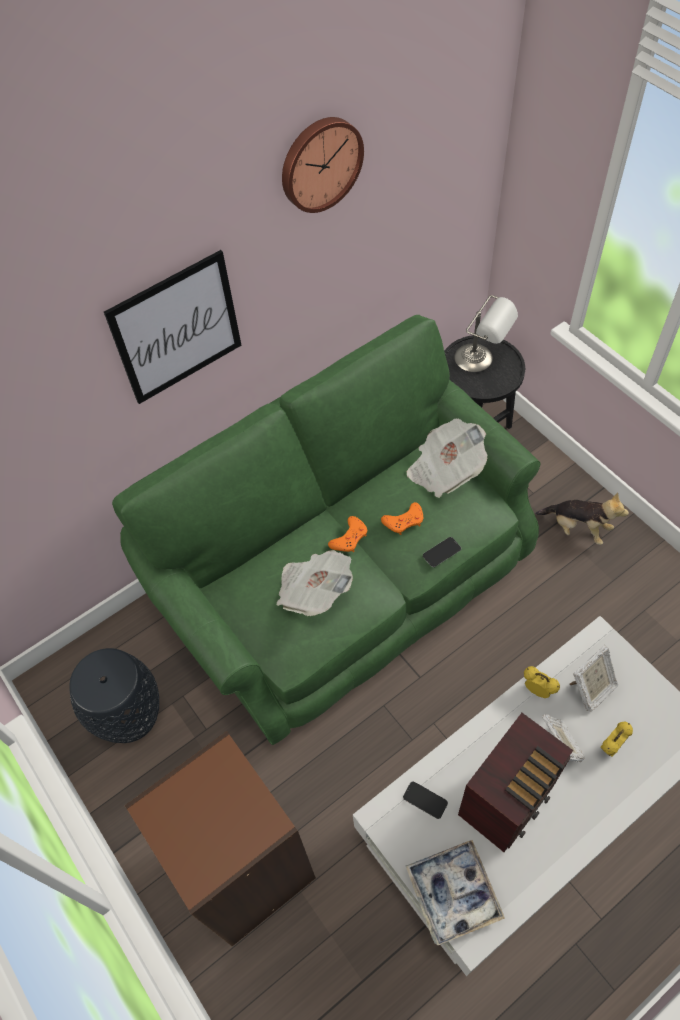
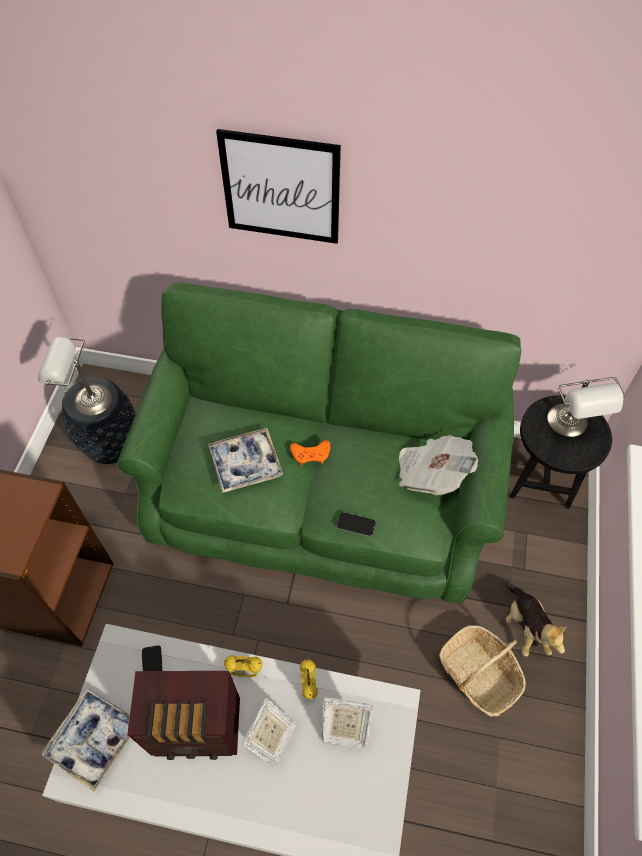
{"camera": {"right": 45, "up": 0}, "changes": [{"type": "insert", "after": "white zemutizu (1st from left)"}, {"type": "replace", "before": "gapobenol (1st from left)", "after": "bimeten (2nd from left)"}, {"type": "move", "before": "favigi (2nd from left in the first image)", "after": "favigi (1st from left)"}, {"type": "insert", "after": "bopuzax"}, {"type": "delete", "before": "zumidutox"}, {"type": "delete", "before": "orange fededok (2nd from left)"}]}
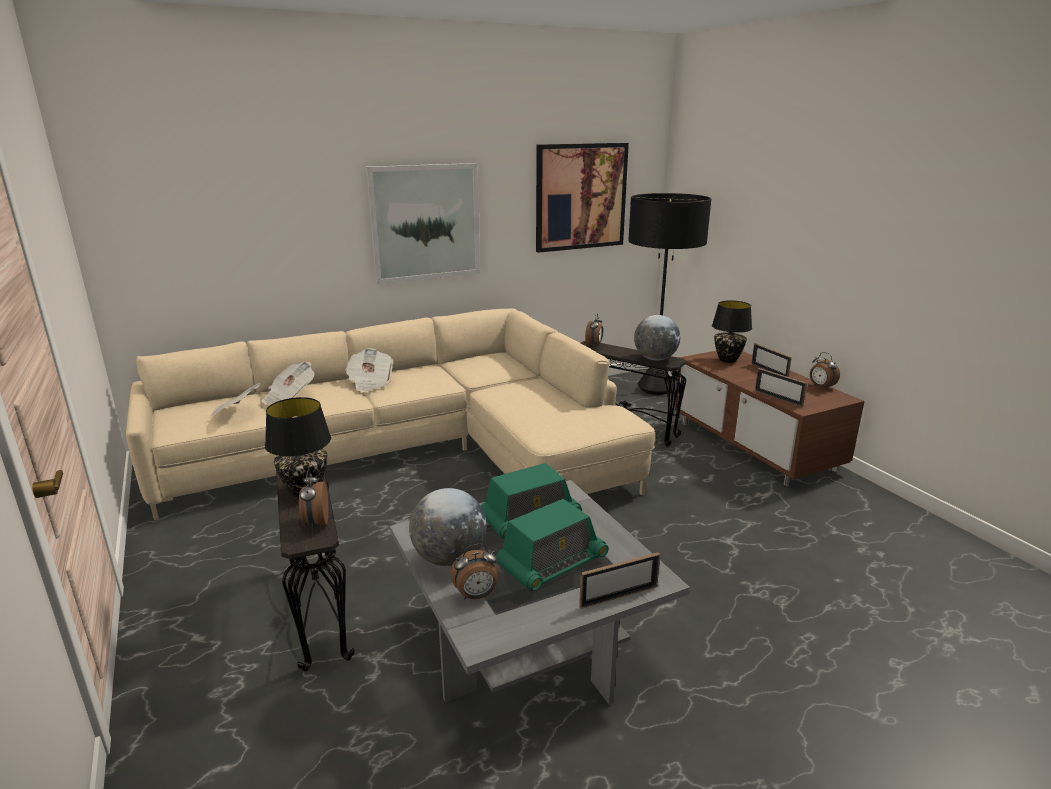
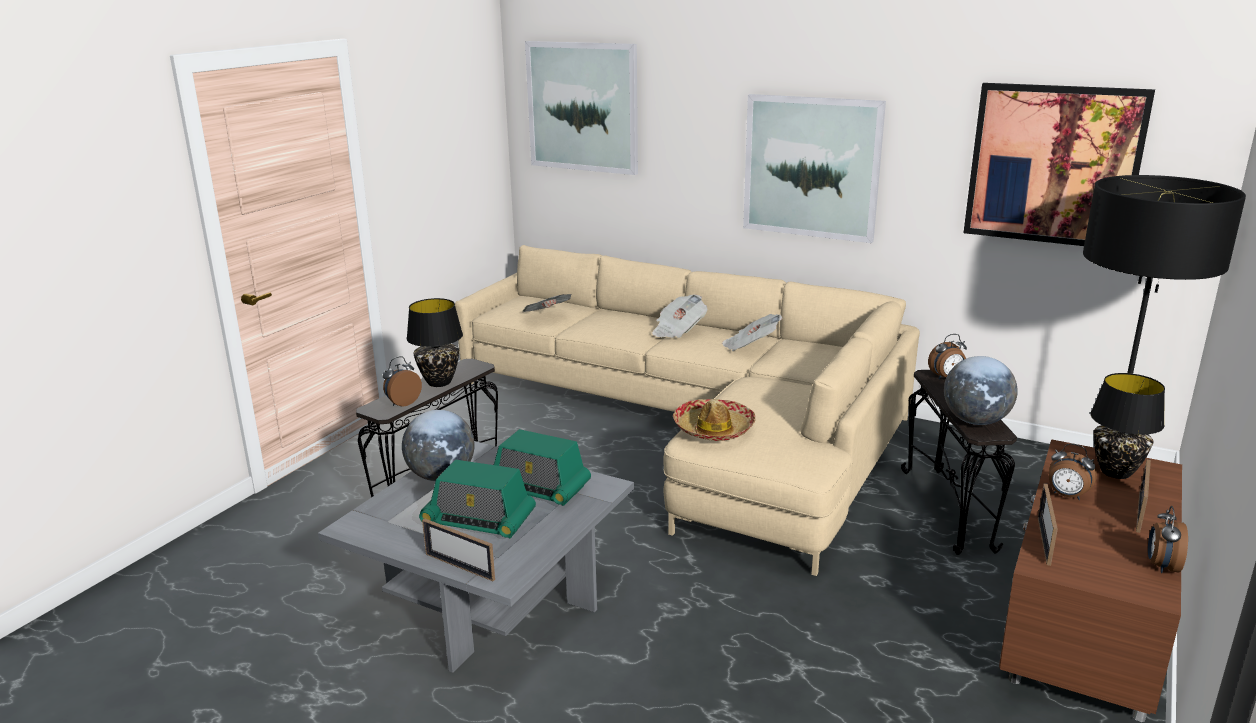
{"camera": {"right": 55, "up": 0}, "changes": [{"type": "insert", "after": "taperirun (1st from left)"}, {"type": "insert", "after": "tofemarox"}, {"type": "move", "before": "gapobenol (2nd from left in the first image)", "after": "gapobenol (3rd from left)"}, {"type": "move", "before": "favigi (2nd from left in the first image)", "after": "favigi (3rd from left)"}]}
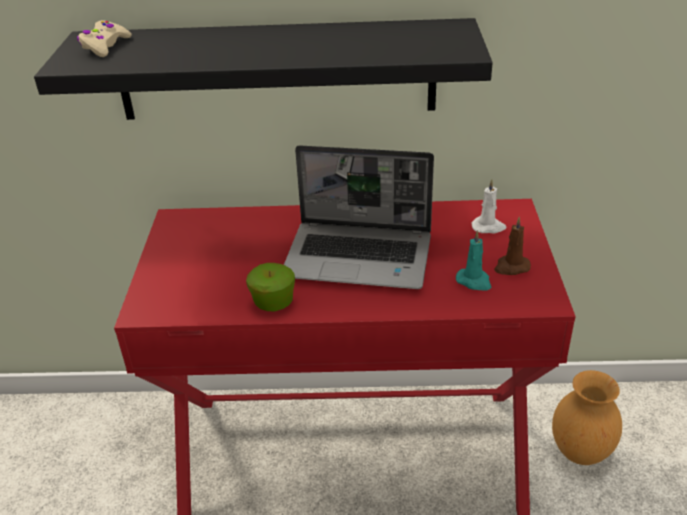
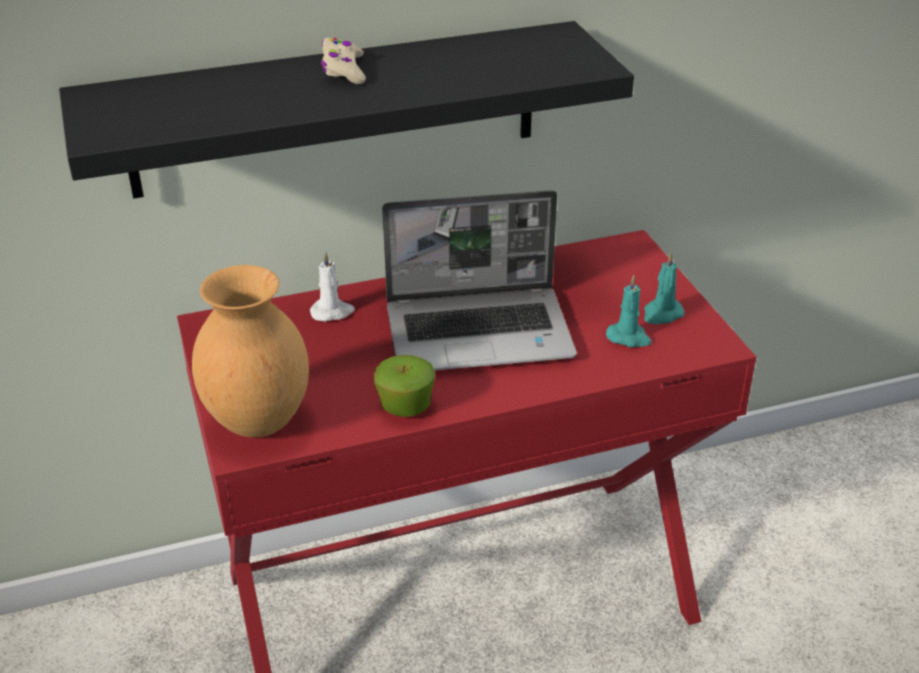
{"camera": {"right": -20, "up": 0}, "changes": [{"type": "move", "before": "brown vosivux"}, {"type": "move", "before": "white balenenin"}, {"type": "move", "before": "beige fededok"}, {"type": "recolor", "before": "brown balenenin", "after": "turquoise balenenin (2nd from left)"}]}
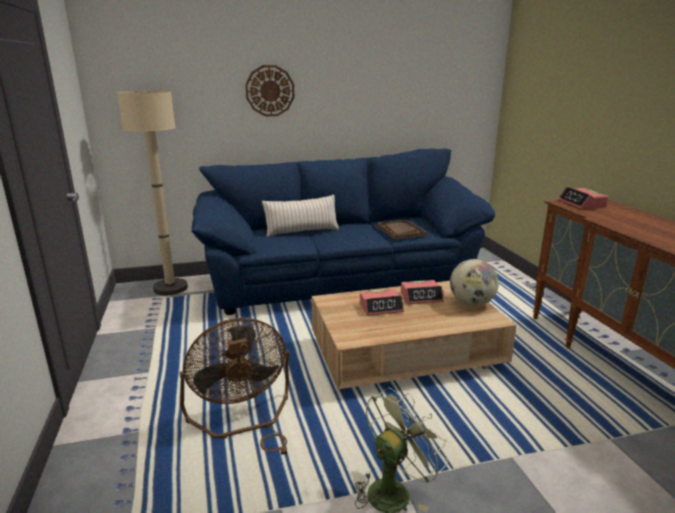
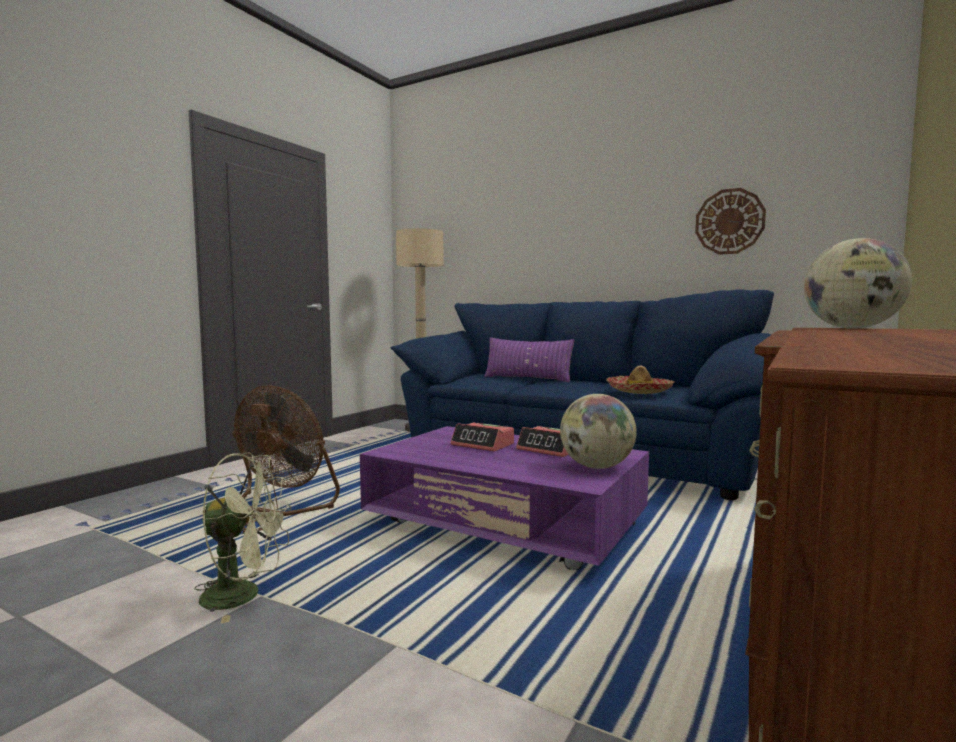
{"camera": {"right": 45, "up": -15}, "changes": [{"type": "recolor", "before": "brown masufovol", "after": "purple masufovol"}, {"type": "recolor", "before": "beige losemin", "after": "purple losemin"}, {"type": "replace", "before": "brown bimeten", "after": "tofemarox"}, {"type": "move", "before": "zumidutox"}, {"type": "replace", "before": "favigi (3rd from left)", "after": "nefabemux (2nd from left)"}]}
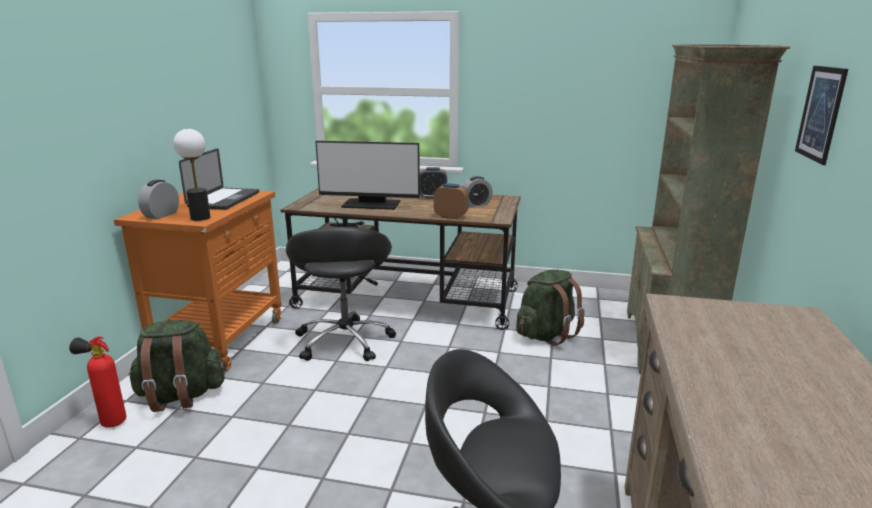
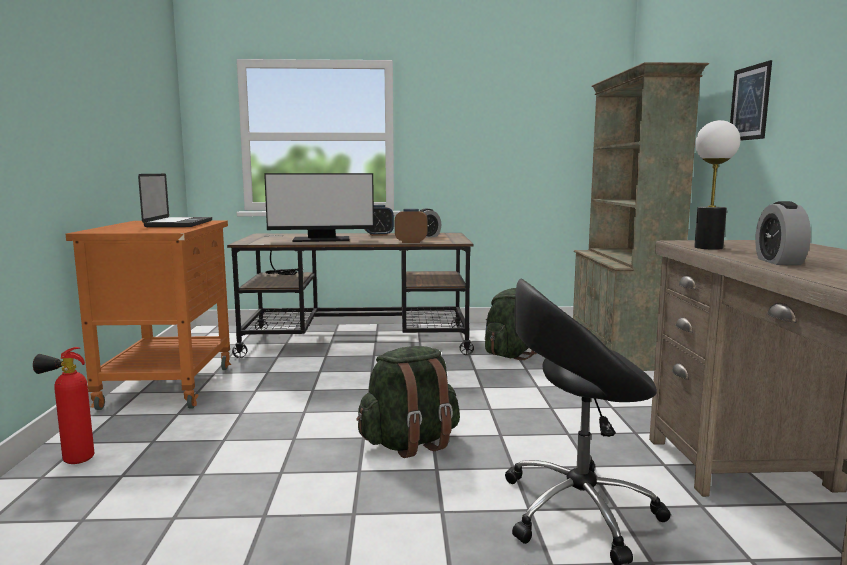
{"camera": {"right": -15, "up": -10}, "changes": [{"type": "move", "before": "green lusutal (1st from left)"}, {"type": "move", "before": "zemutizu"}, {"type": "move", "before": "favigi (1st from left in the first image)", "after": "favigi (4th from left)"}, {"type": "delete", "before": "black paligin (1st from left)"}]}
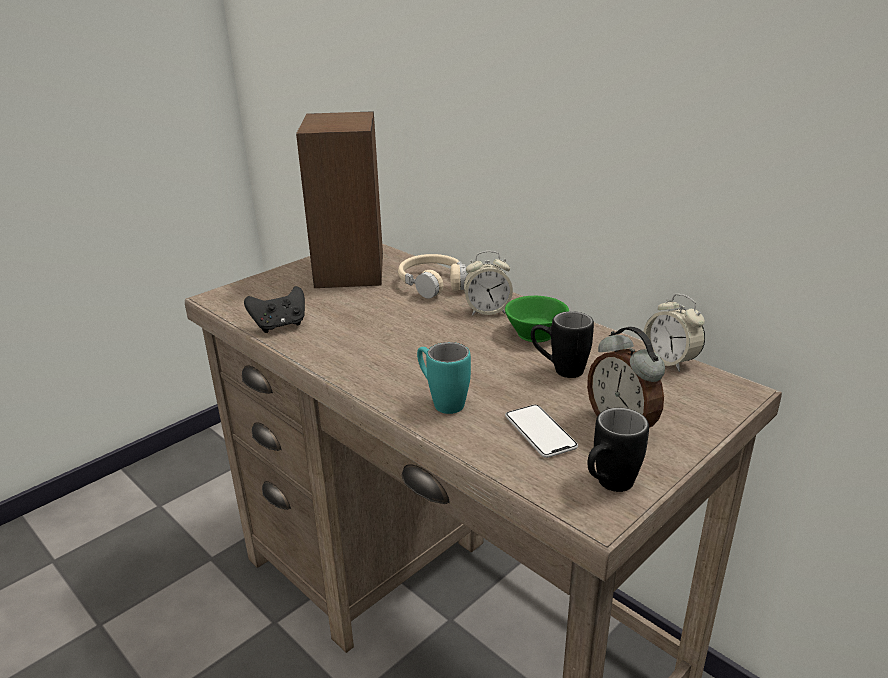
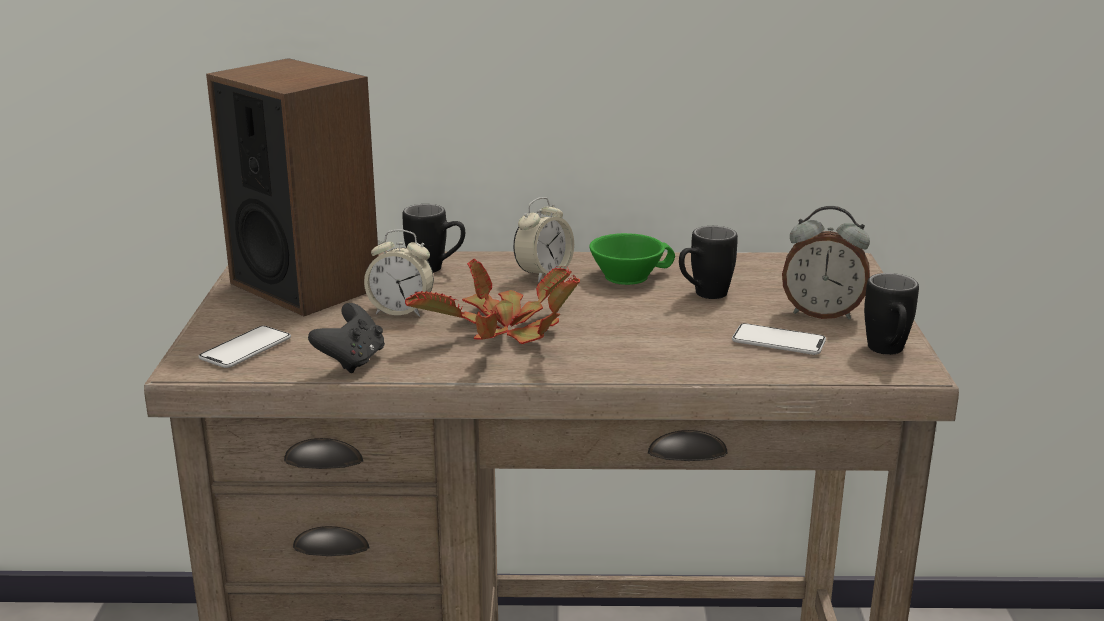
{"camera": {"right": -45, "up": -5}, "changes": [{"type": "insert", "after": "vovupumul (1st from left)"}, {"type": "move", "before": "favigi (3rd from left in the first image)", "after": "favigi (1st from left)"}, {"type": "replace", "before": "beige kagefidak", "after": "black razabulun (1st from left)"}, {"type": "insert", "after": "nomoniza"}, {"type": "delete", "before": "turquoise razabulun"}]}
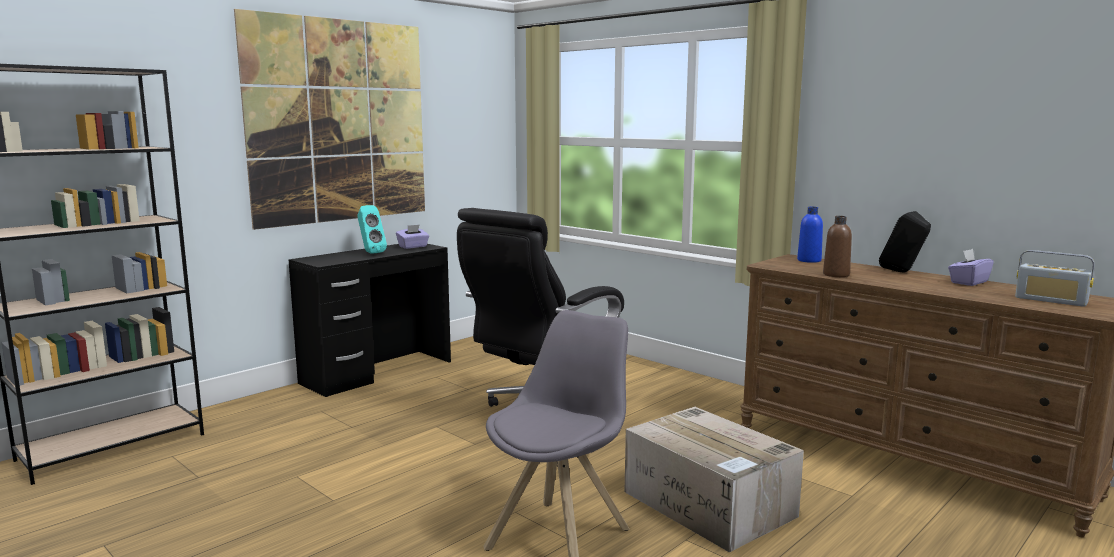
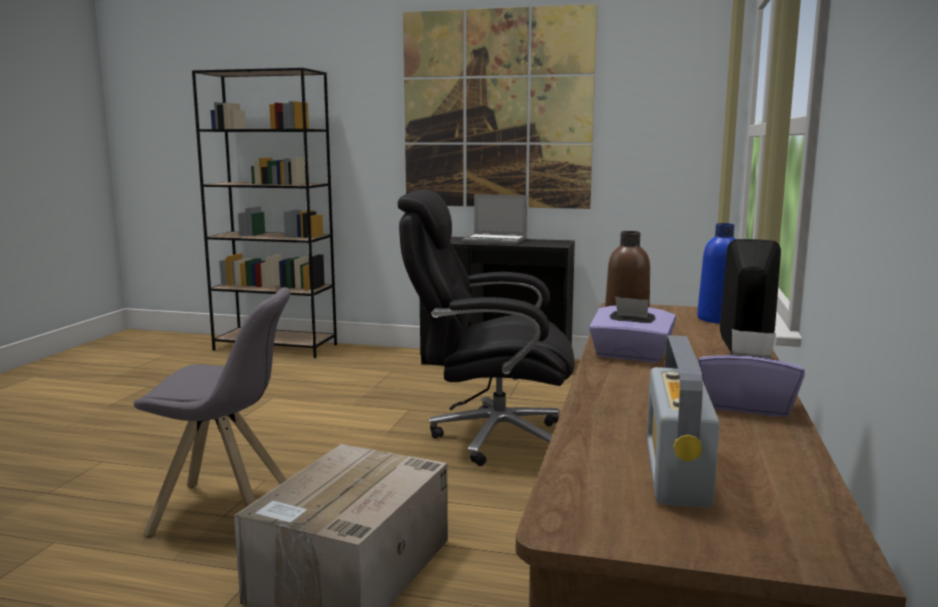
{"camera": {"right": 60, "up": 0}, "changes": [{"type": "replace", "before": "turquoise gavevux", "after": "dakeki"}, {"type": "move", "before": "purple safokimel (1st from left)"}]}
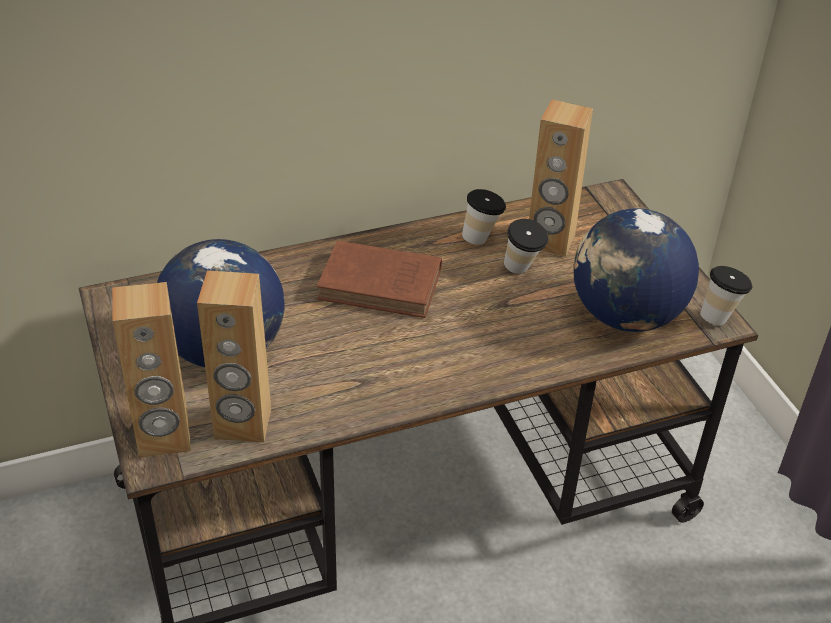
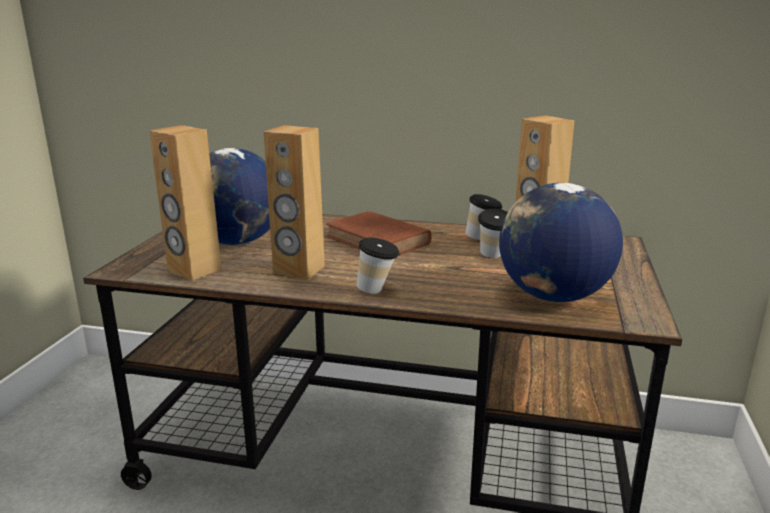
{"camera": {"right": 35, "up": -20}, "changes": [{"type": "move", "before": "brown gavevux (1st from left in the first image)", "after": "brown gavevux (2nd from left)"}, {"type": "move", "before": "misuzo (3rd from left in the first image)", "after": "misuzo (1st from left)"}]}
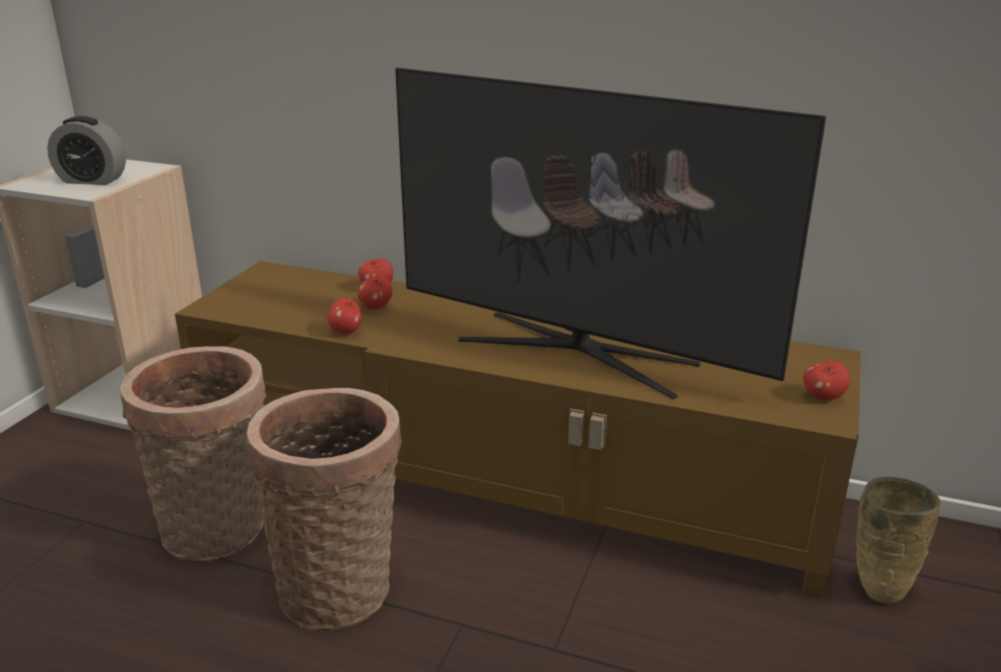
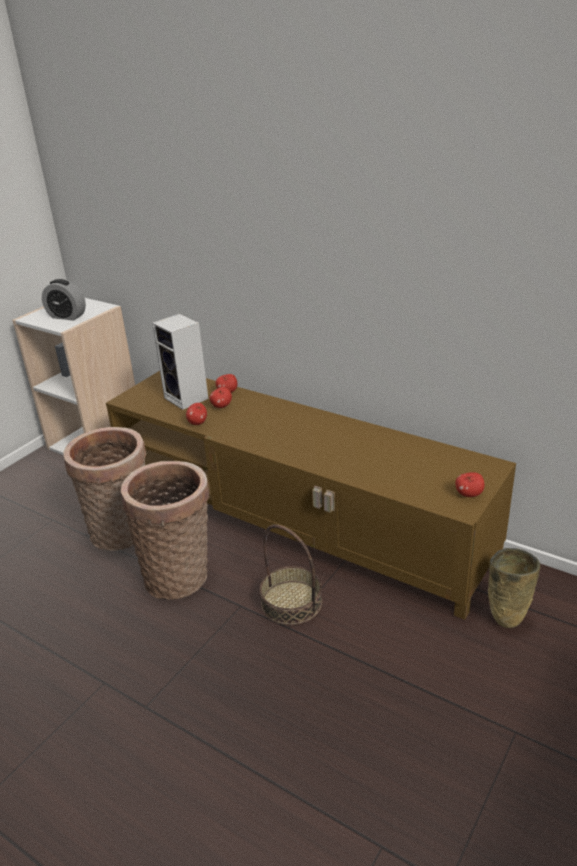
{"camera": {"right": 15, "up": 5}, "changes": [{"type": "insert", "after": "gavevux"}, {"type": "insert", "after": "bopuzax (3rd from left)"}, {"type": "delete", "before": "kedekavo"}]}
